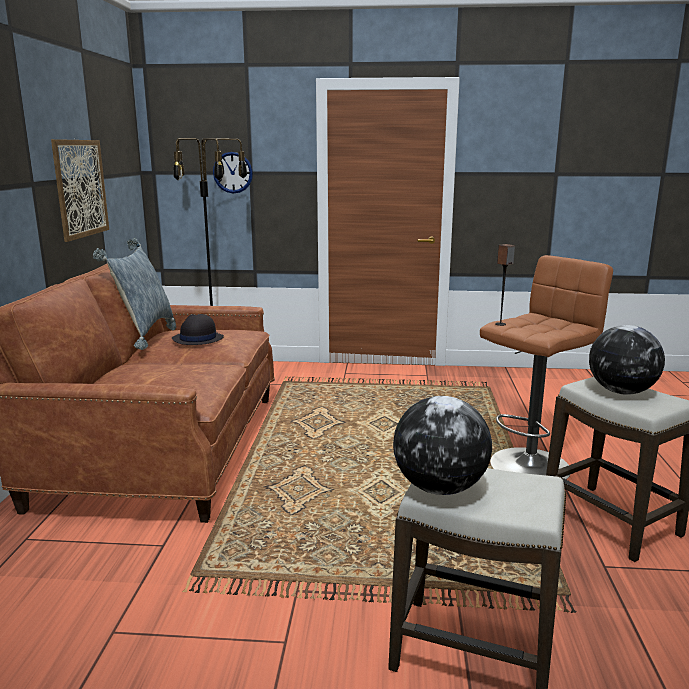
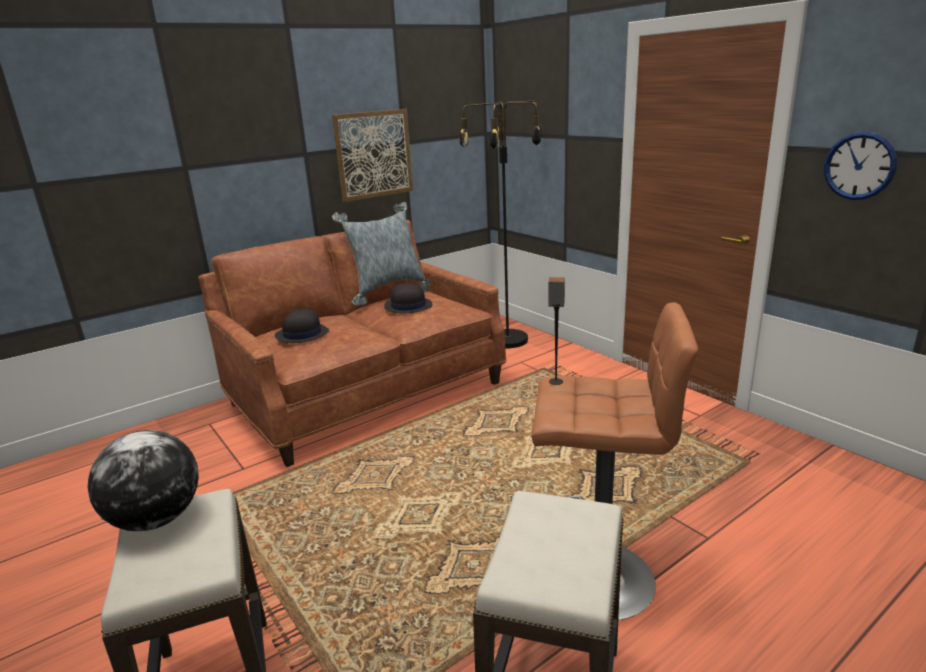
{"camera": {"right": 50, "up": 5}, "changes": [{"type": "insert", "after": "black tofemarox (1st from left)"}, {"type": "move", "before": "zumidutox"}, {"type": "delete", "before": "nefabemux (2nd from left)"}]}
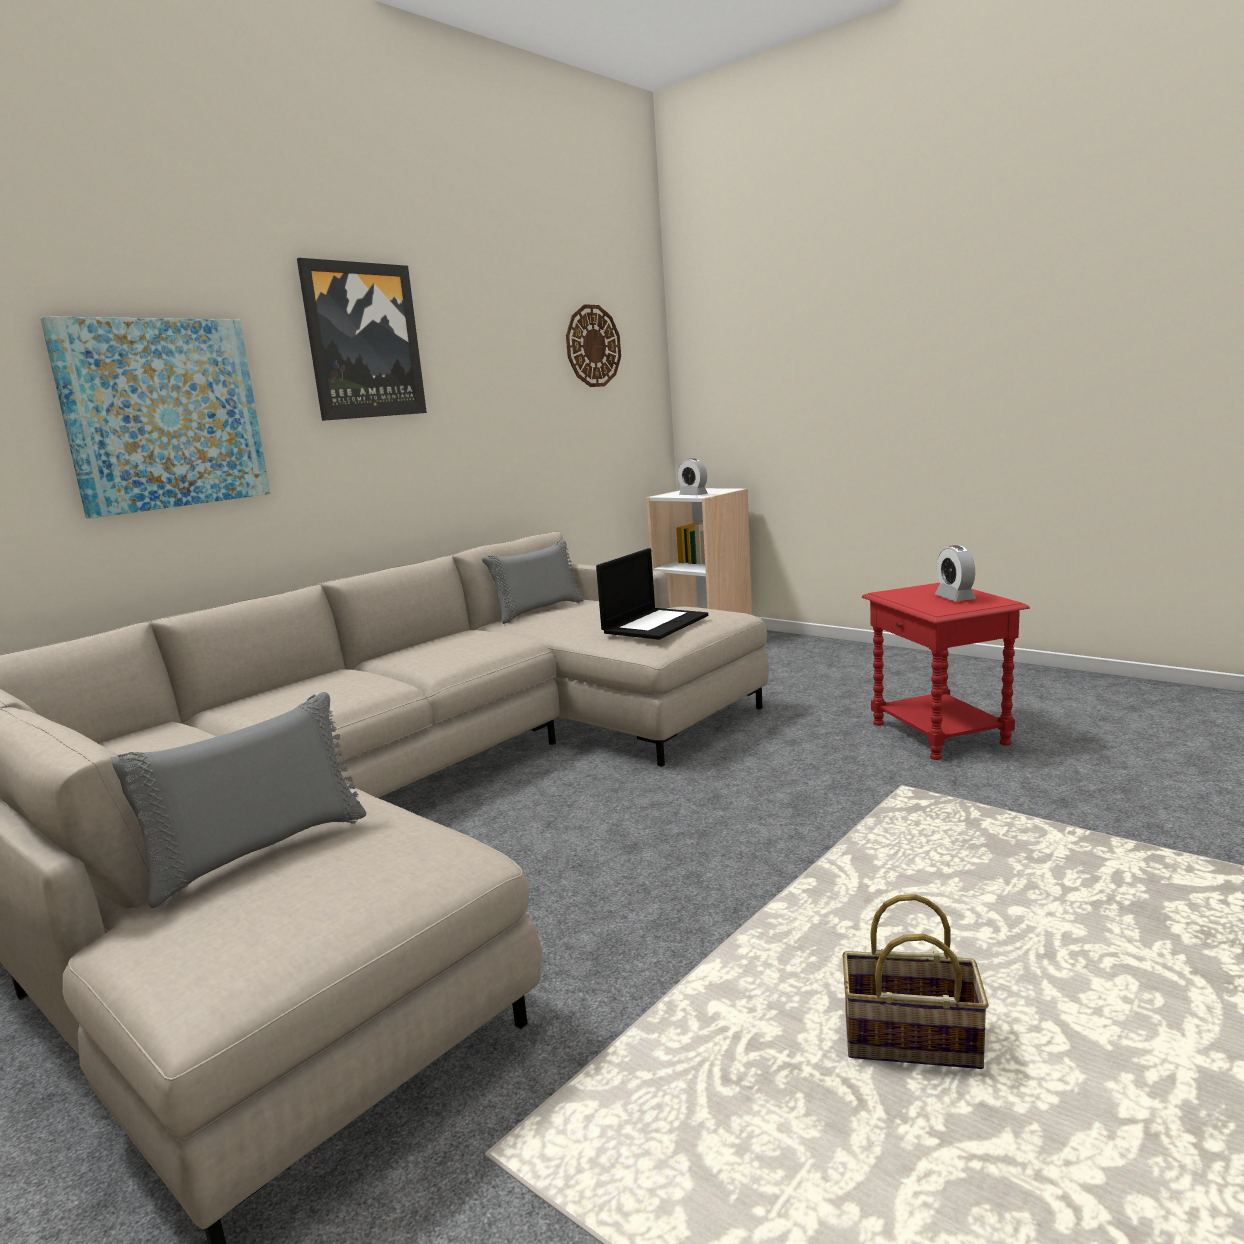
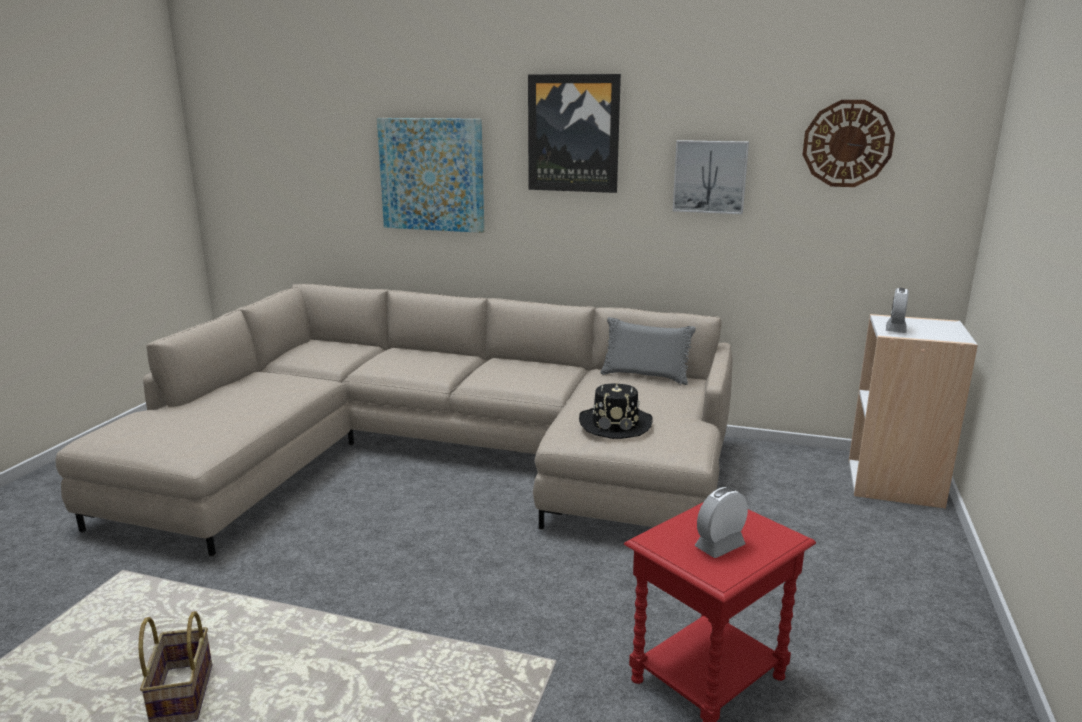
{"camera": {"right": 65, "up": 5}, "changes": [{"type": "replace", "before": "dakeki", "after": "black tofemarox"}, {"type": "insert", "after": "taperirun (3rd from left)"}, {"type": "delete", "before": "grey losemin (1st from left)"}]}
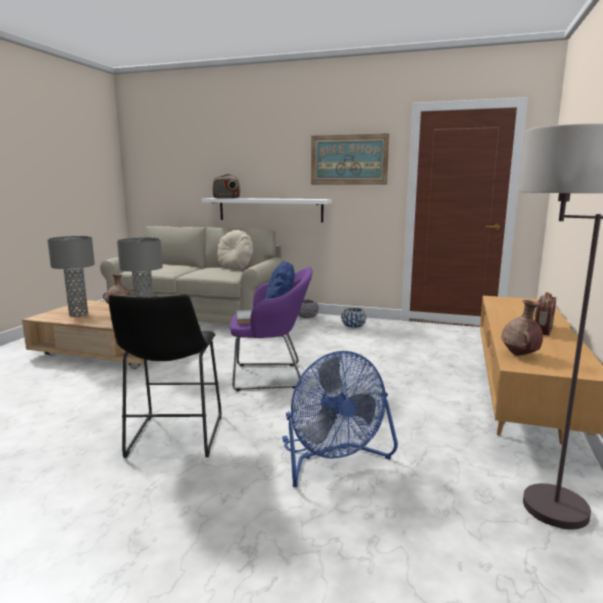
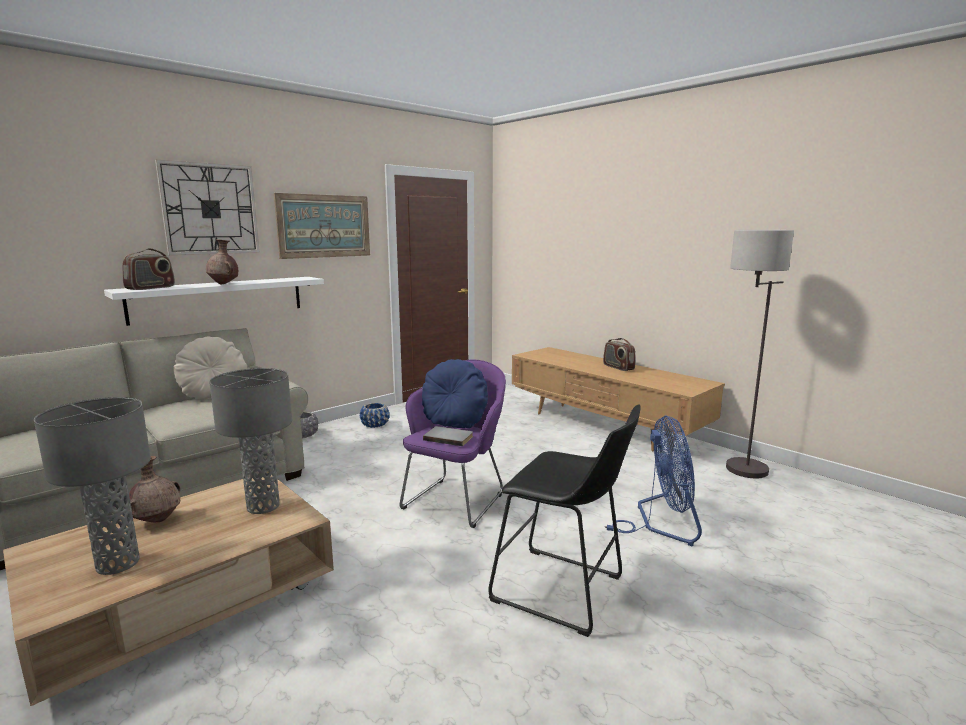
{"camera": {"right": -60, "up": 0}, "changes": [{"type": "insert", "after": "zumidutox"}, {"type": "move", "before": "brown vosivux (2nd from left)"}]}
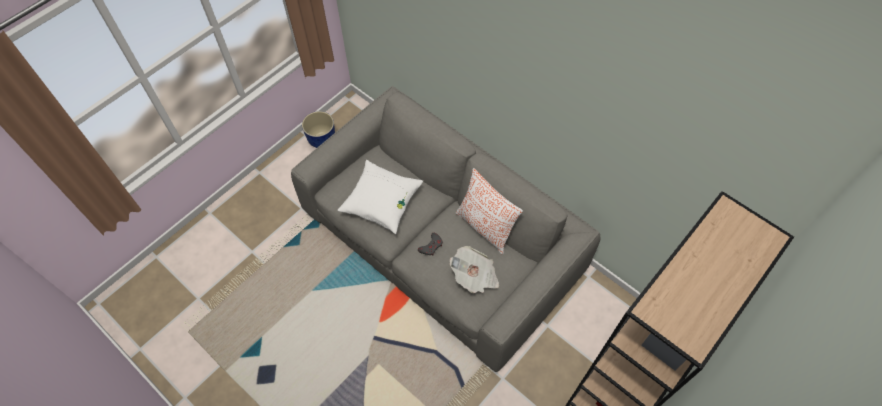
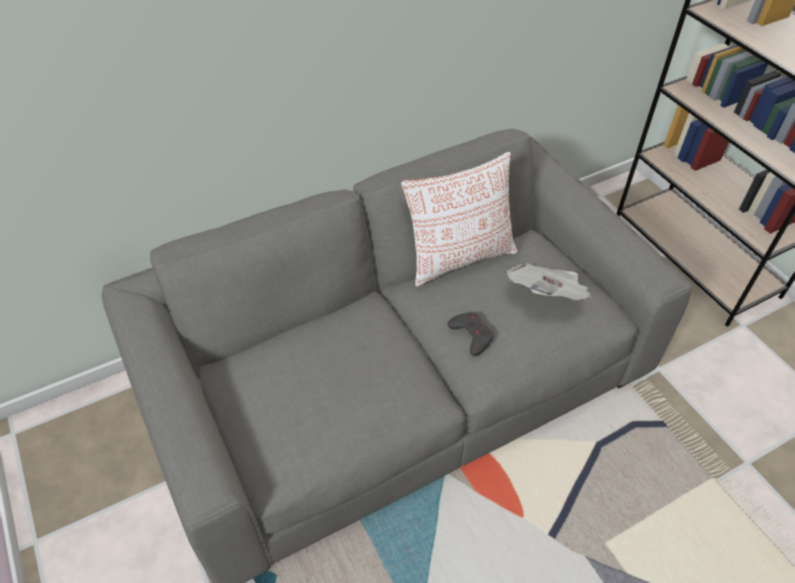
{"camera": {"right": -70, "up": -10}, "changes": [{"type": "delete", "before": "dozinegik"}, {"type": "delete", "before": "white losemin (1st from left)"}]}
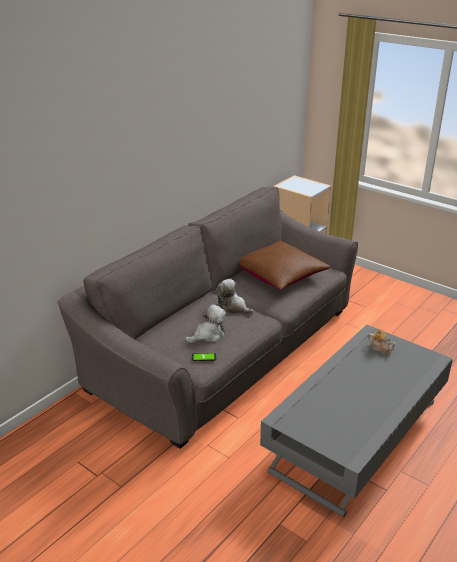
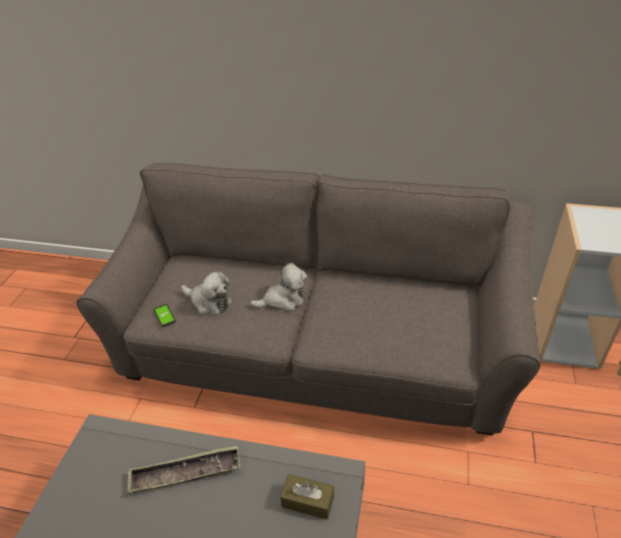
{"camera": {"right": 65, "up": 10}, "changes": [{"type": "insert", "after": "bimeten"}, {"type": "rotate", "before": "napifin (2nd from left)", "turn": 60}, {"type": "replace", "before": "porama", "after": "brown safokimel"}, {"type": "delete", "before": "brown losemin"}]}
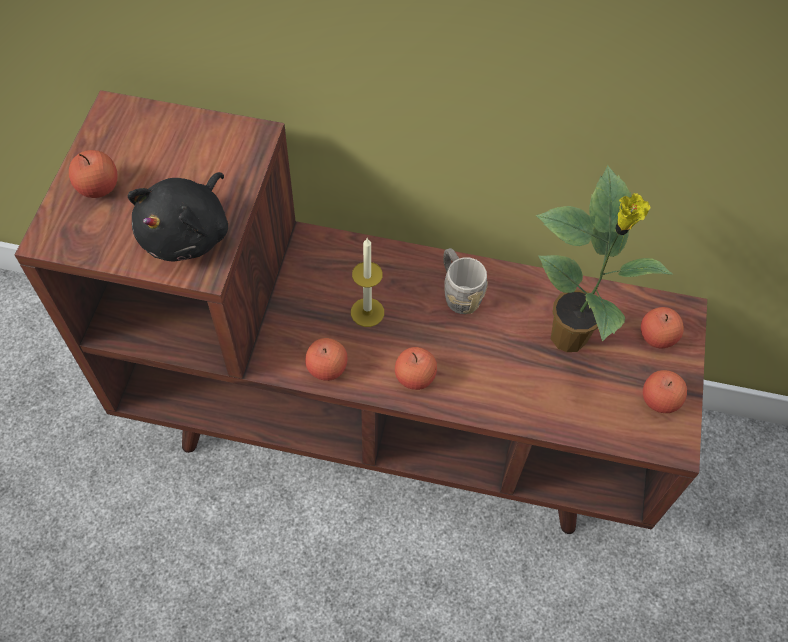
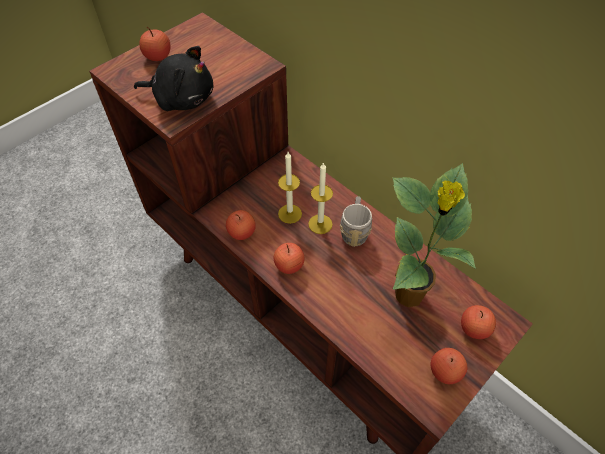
{"camera": {"right": 35, "up": -5}, "changes": [{"type": "rotate", "before": "black napifin", "turn": -135}, {"type": "insert", "after": "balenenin (2nd from left)"}]}
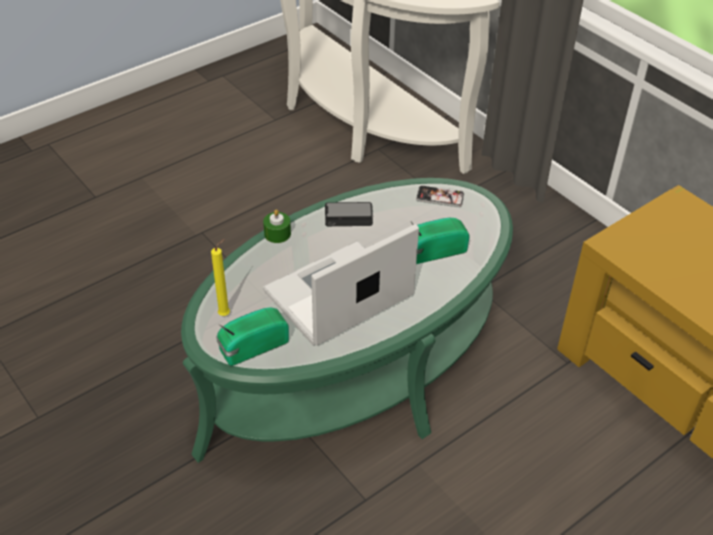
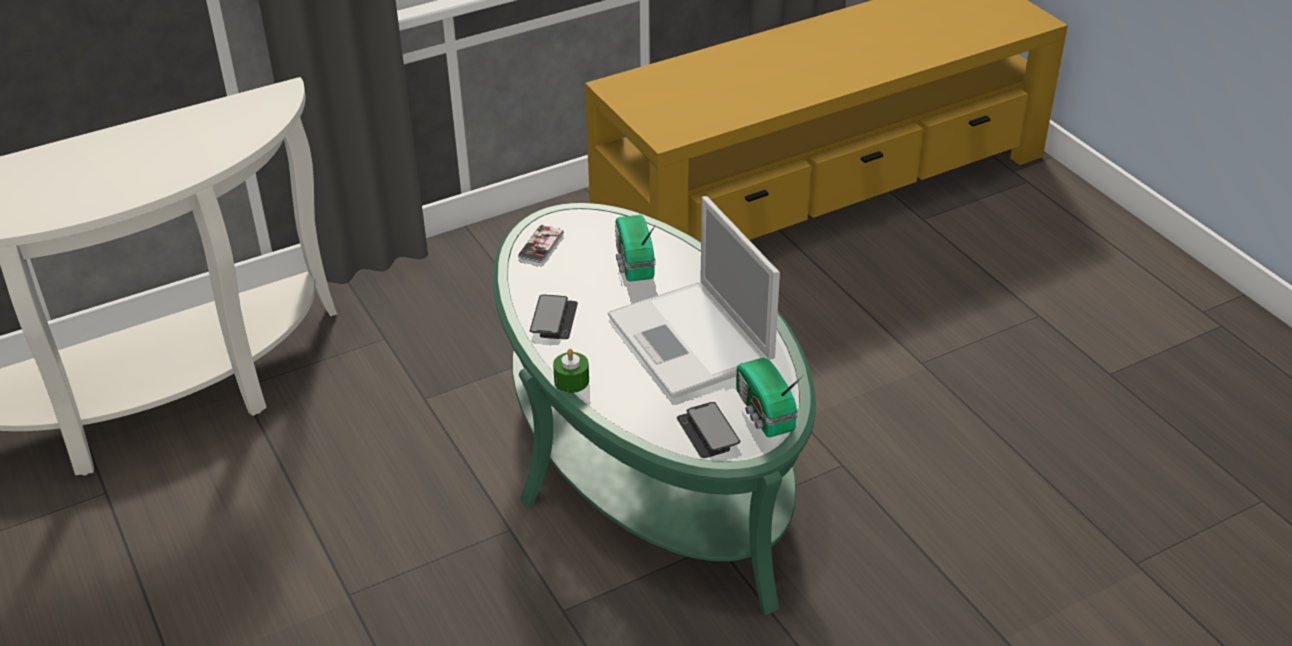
{"camera": {"right": -80, "up": -5}, "changes": [{"type": "replace", "before": "yellow balenenin", "after": "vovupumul (3rd from left)"}]}
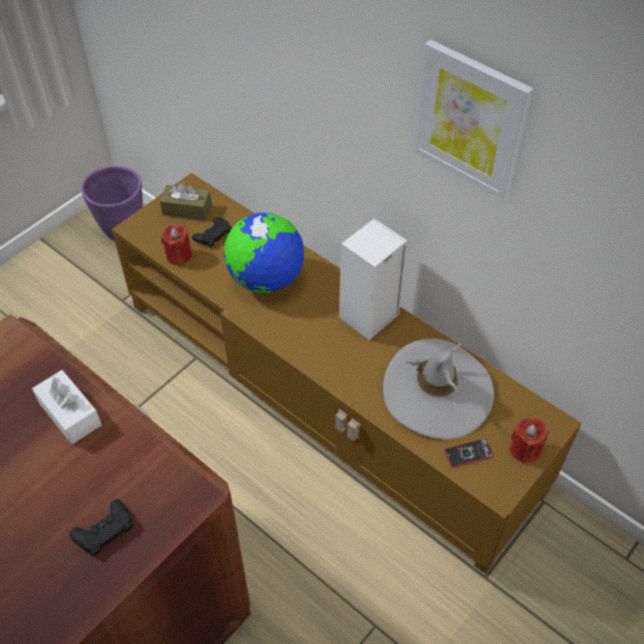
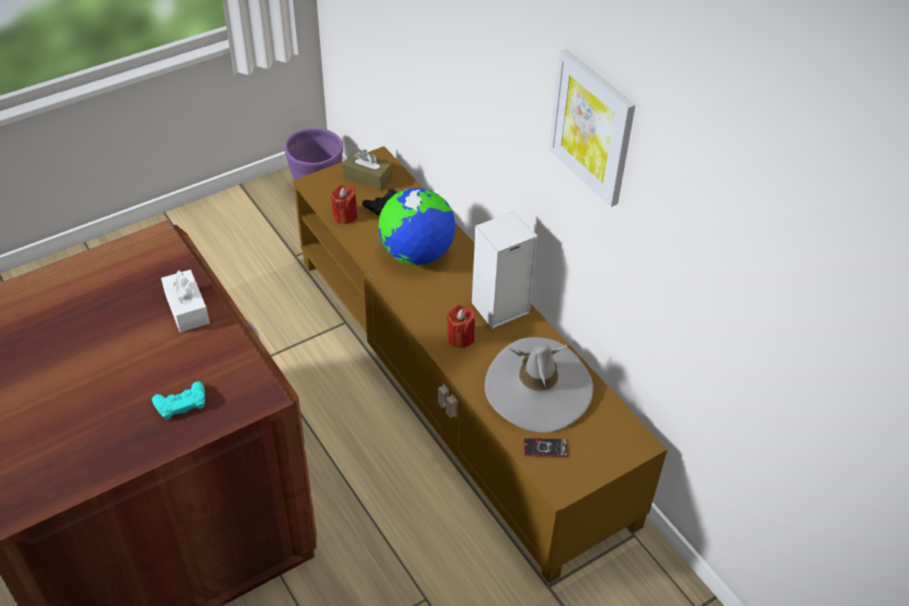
{"camera": {"right": 15, "up": -5}, "changes": [{"type": "recolor", "before": "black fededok (1st from left)", "after": "turquoise fededok"}, {"type": "move", "before": "red balenenin (2nd from left)"}]}
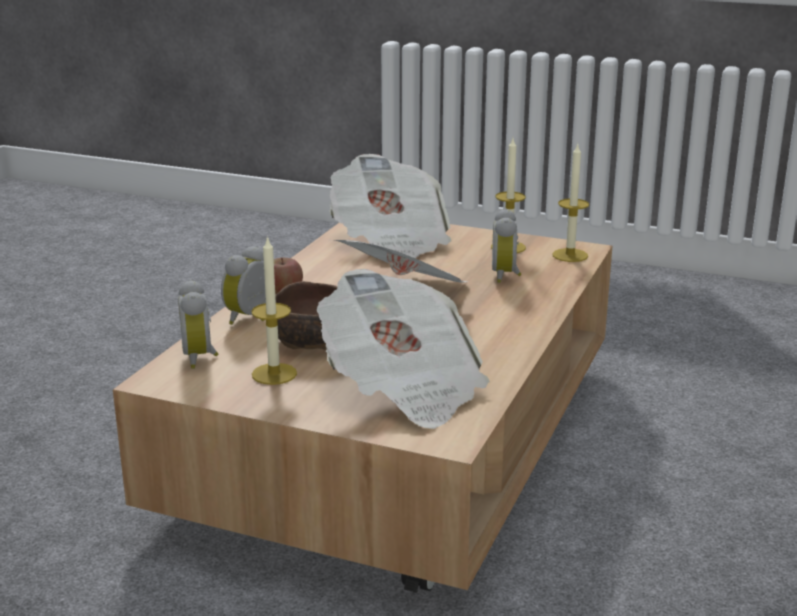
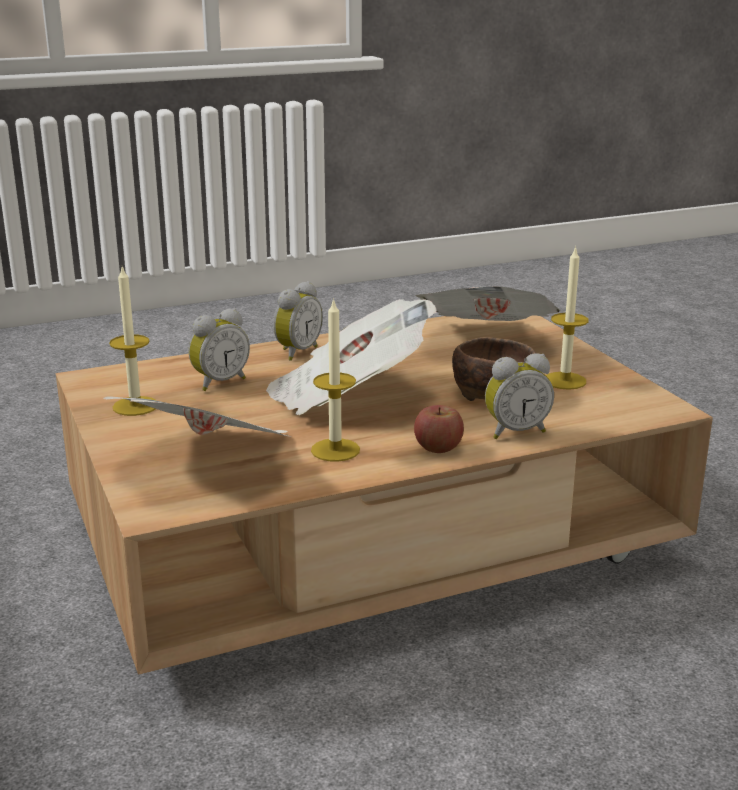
{"camera": {"right": -135, "up": 0}, "changes": [{"type": "move", "before": "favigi (1st from left in the first image)", "after": "favigi (2nd from left)"}, {"type": "move", "before": "balenenin (3rd from left in the first image)", "after": "balenenin (2nd from left)"}]}
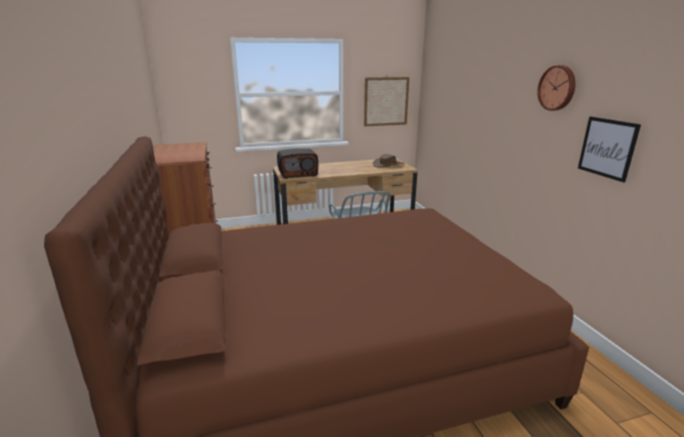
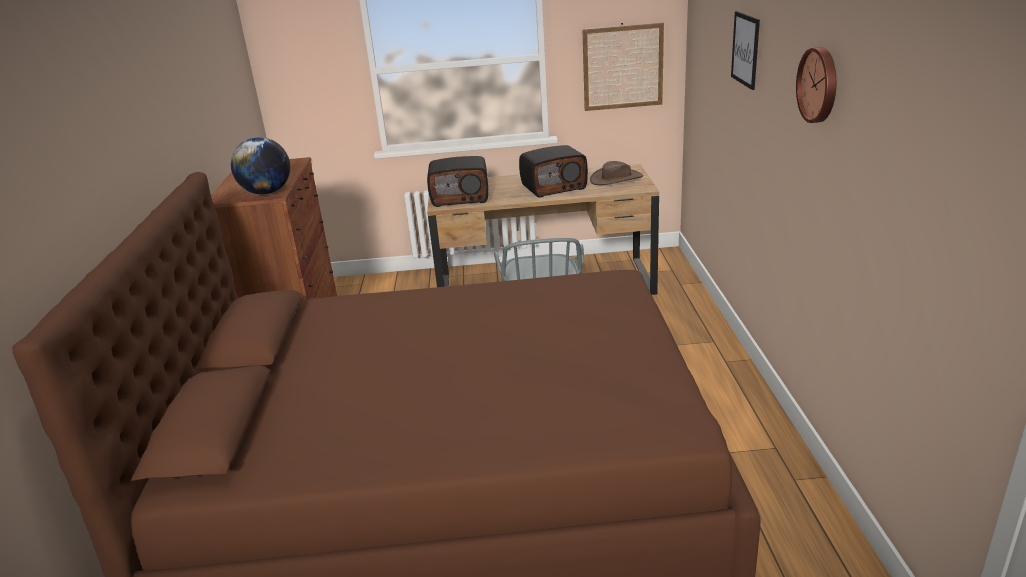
{"camera": {"right": 15, "up": 5}, "changes": [{"type": "insert", "after": "nefabemux"}, {"type": "insert", "after": "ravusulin (2nd from left)"}, {"type": "move", "before": "taperirun (2nd from left)"}]}
